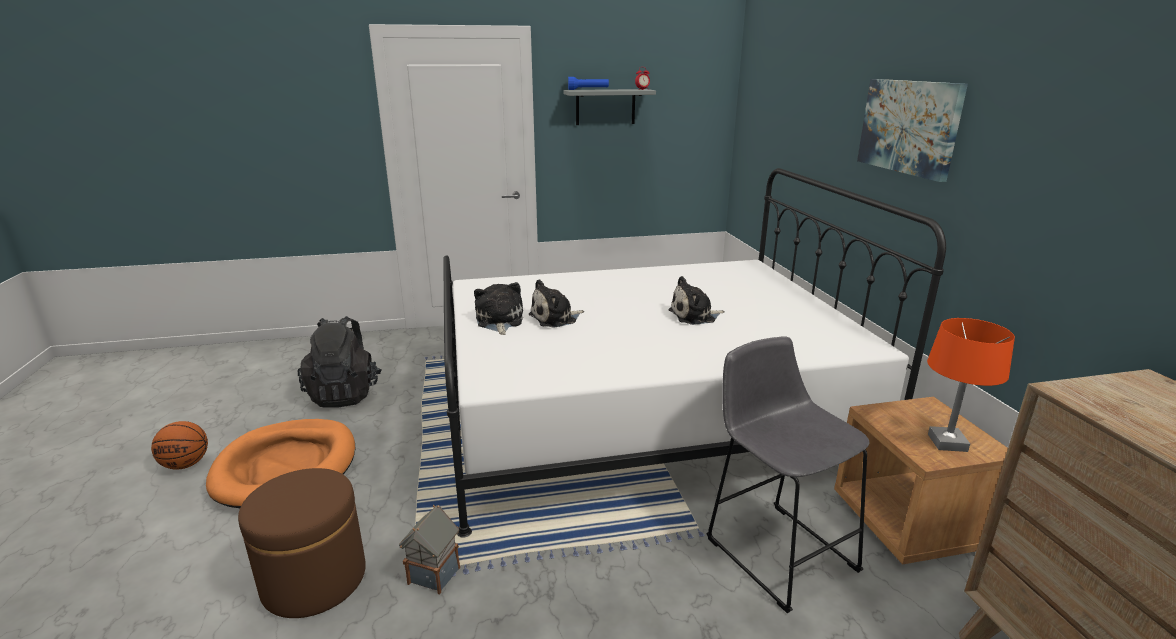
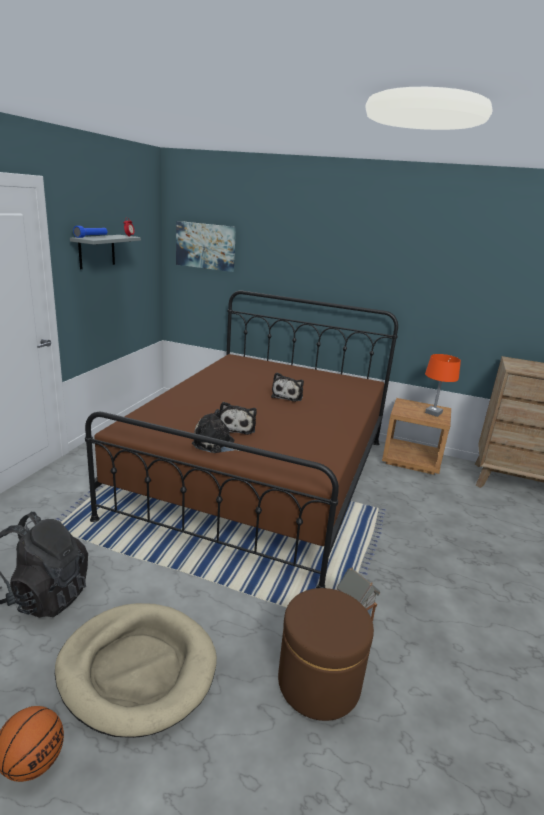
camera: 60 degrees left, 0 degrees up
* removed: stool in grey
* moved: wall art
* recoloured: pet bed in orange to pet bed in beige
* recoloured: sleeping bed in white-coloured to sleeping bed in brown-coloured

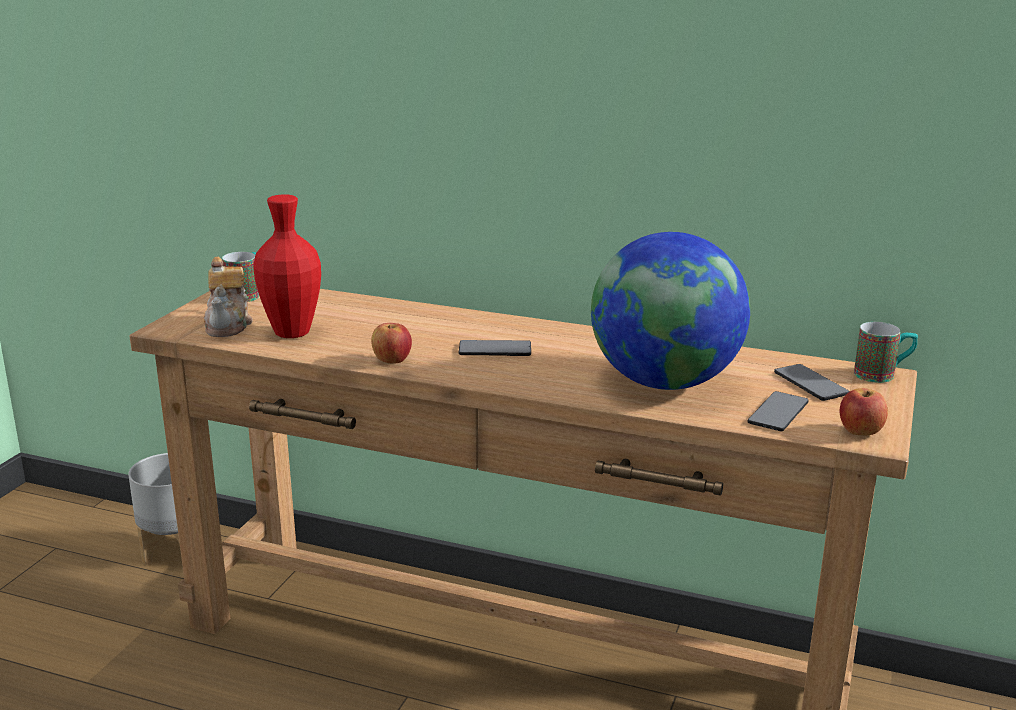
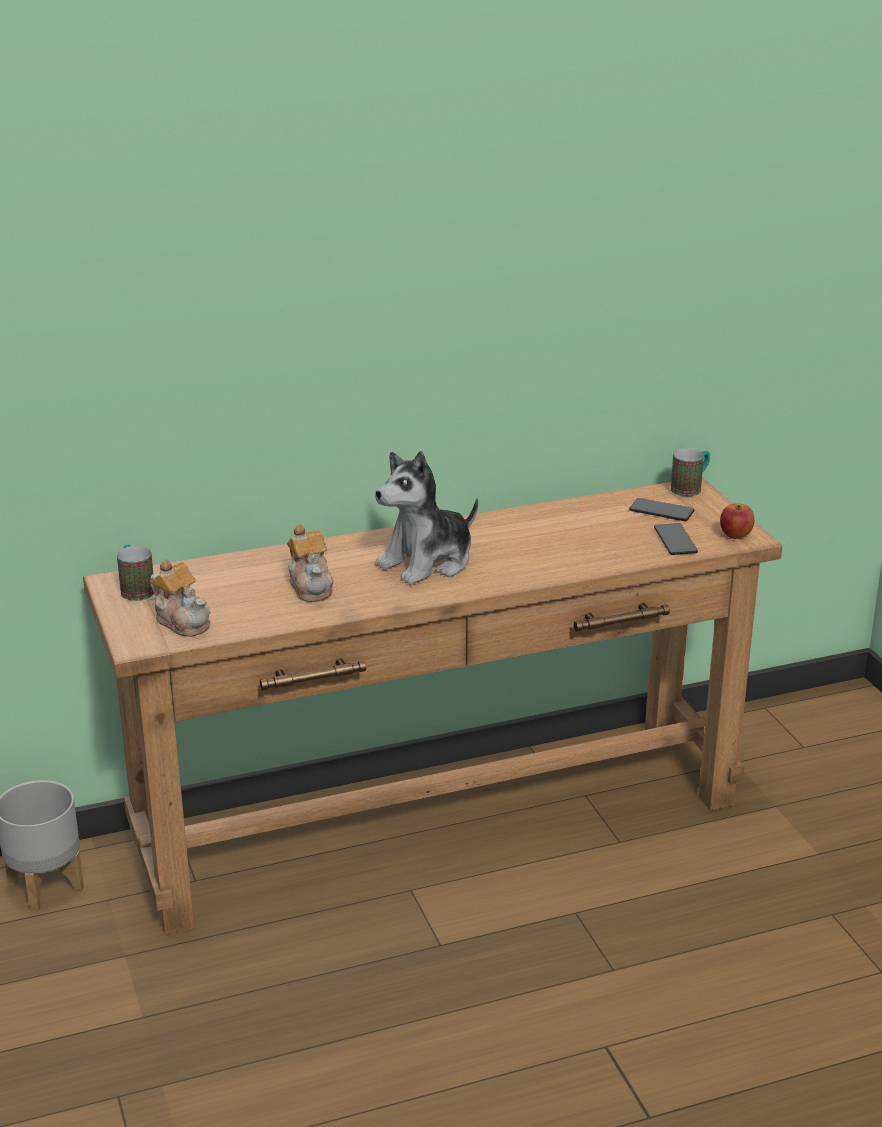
camera: 40 degrees left, 5 degrees up
* removed: decorative vase in reddish
* removed: whole apple (1st from left)
* removed: desk globe
* added: pot for tea (2nd from left)
* replaced: handset (1st from left) to soft toy

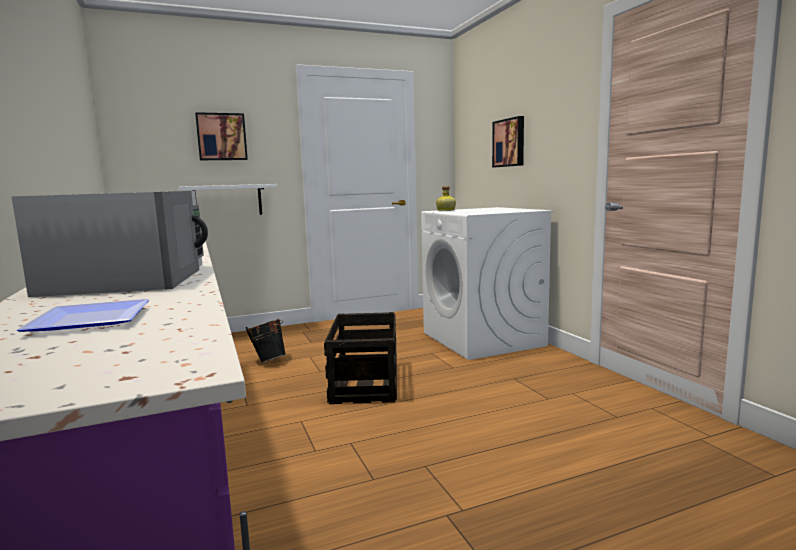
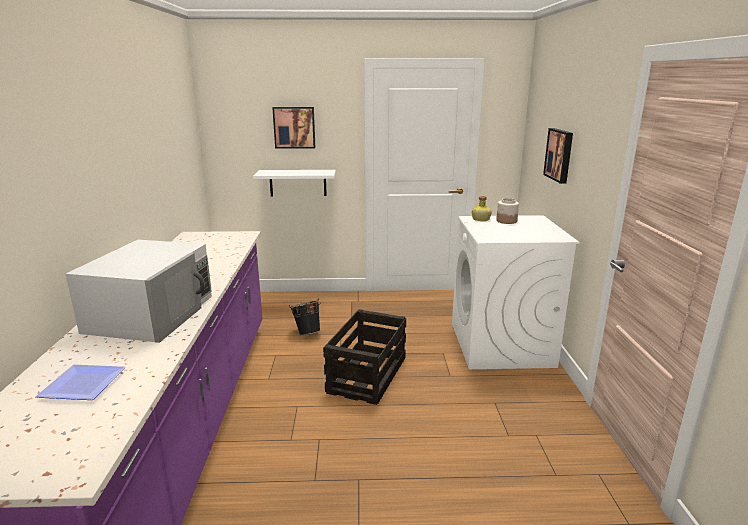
camera: 20 degrees right, 10 degrees up
* added: jar

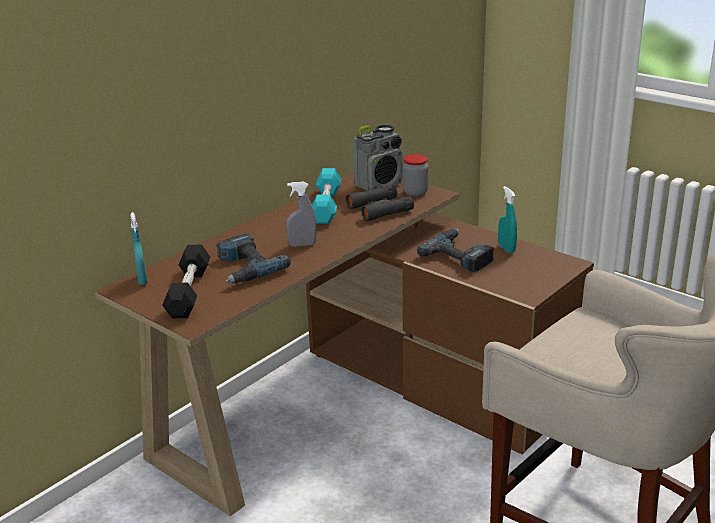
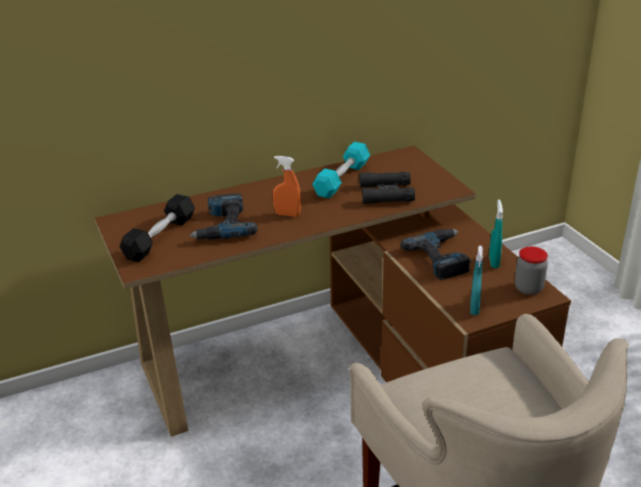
camera: 25 degrees right, 5 degrees up
* removed: radio set
* moved: spray bottle in turquoise-coloured (1st from left)
* moved: jar
* recoloured: spray bottle in grey to spray bottle in orange

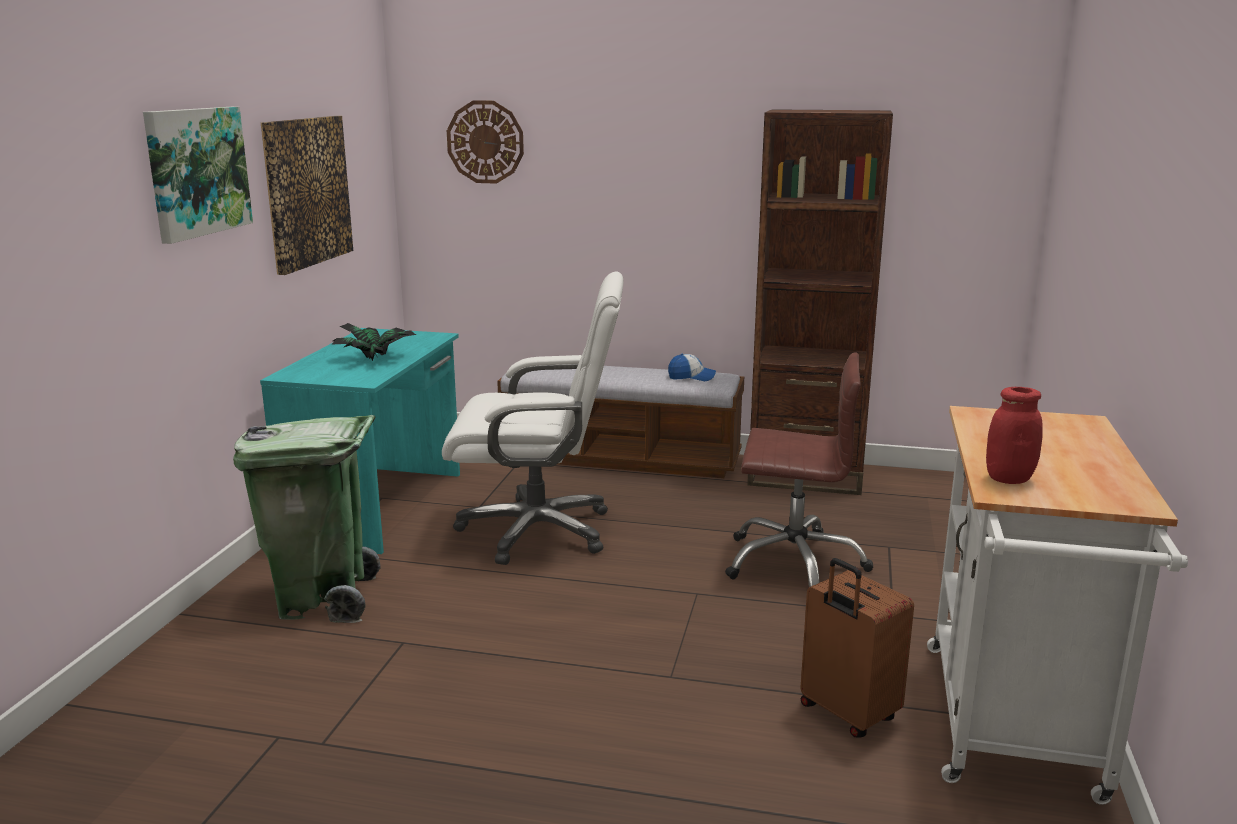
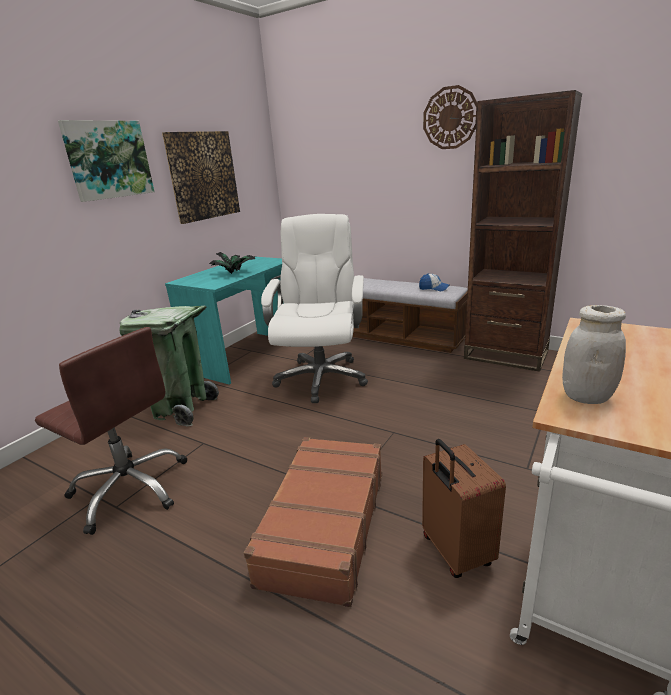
camera: 20 degrees right, 5 degrees up
* added: suitcase in brown-coloured (1st from left)
* moved: hanging clock
* moved: desk chair in brown-coloured
* recoloured: jar in reddish to jar in white-coloured
* turned: desk chair in white-coloured 105 degrees counterclockwise

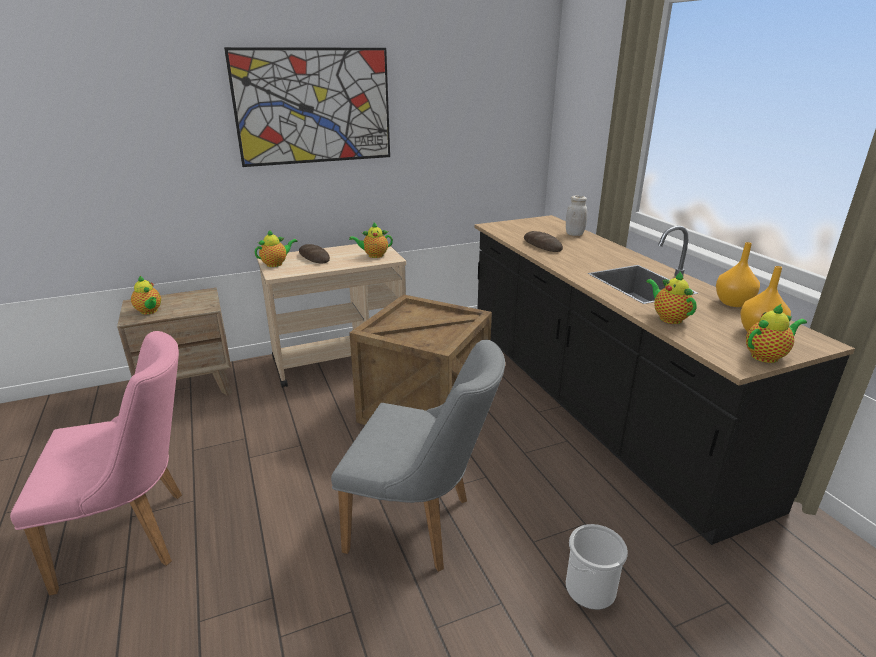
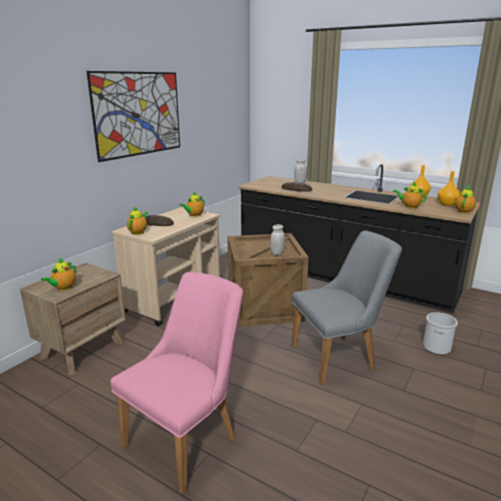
camera: 35 degrees left, 5 degrees down
* added: jar in white-coloured (1st from left)
* turned: pot for tea (1st from left) 105 degrees clockwise

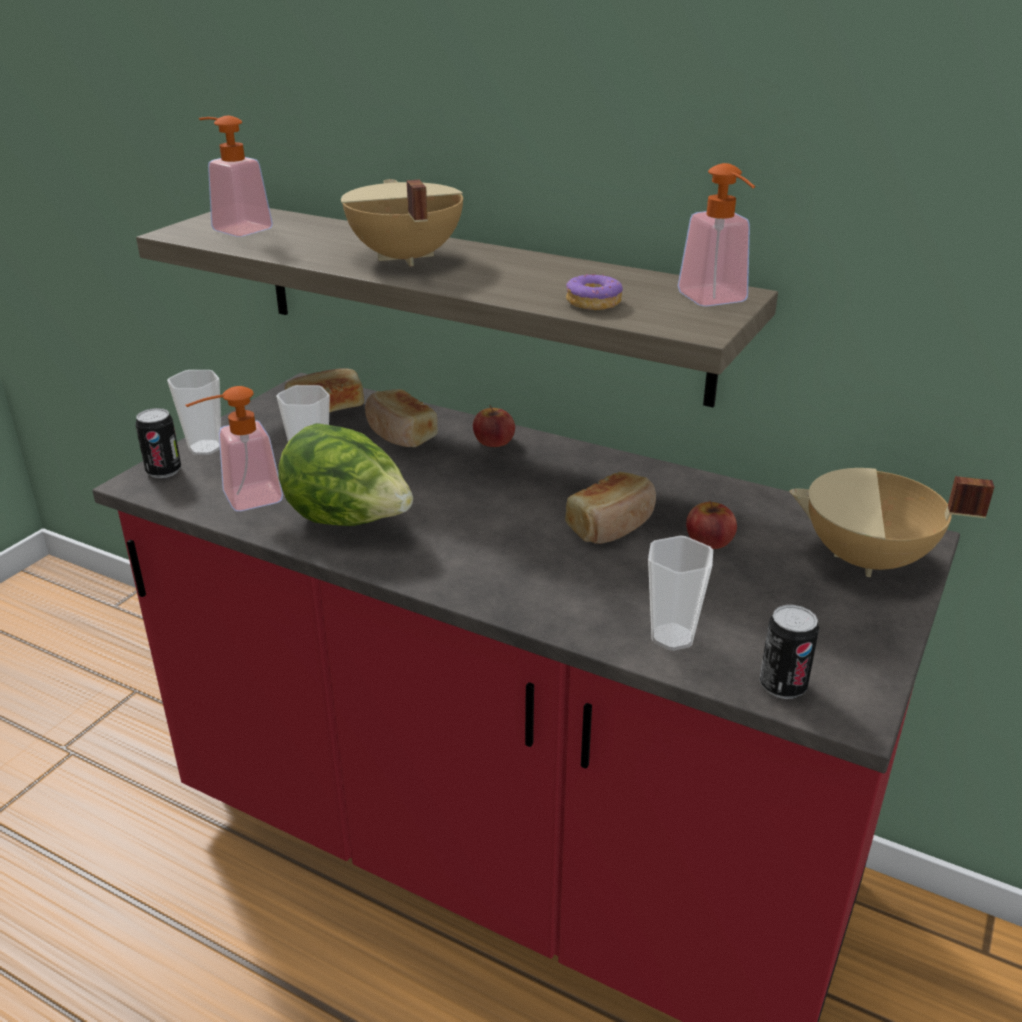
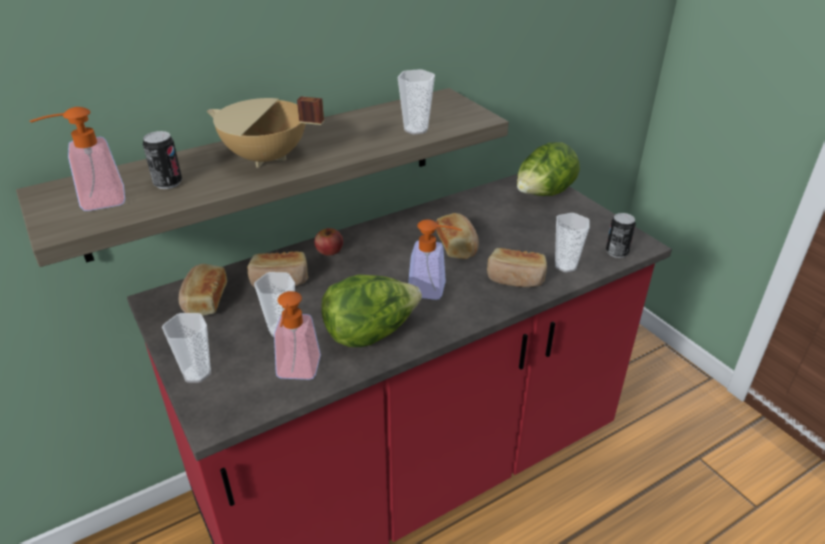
camera: 60 degrees left, 5 degrees up
* removed: whole apple (2nd from left)
* added: bakery bread (4th from left)
* moved: metal can (1st from left)
* moved: soap dispenser (3rd from left)
* replaced: doughnut to drinking cup (3rd from left)
* replaced: cooking pot in beige (2nd from left) to lettuce head (2nd from left)

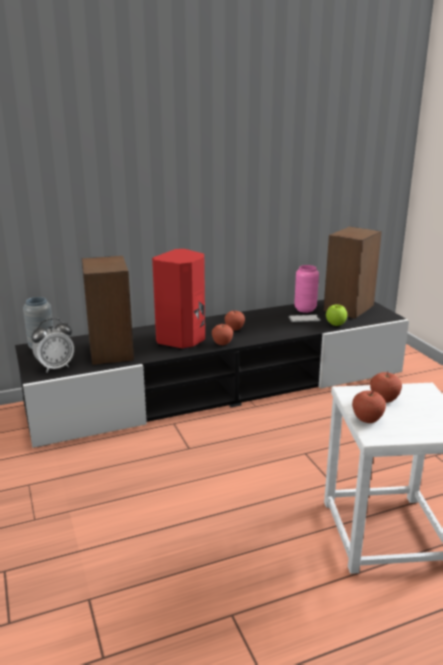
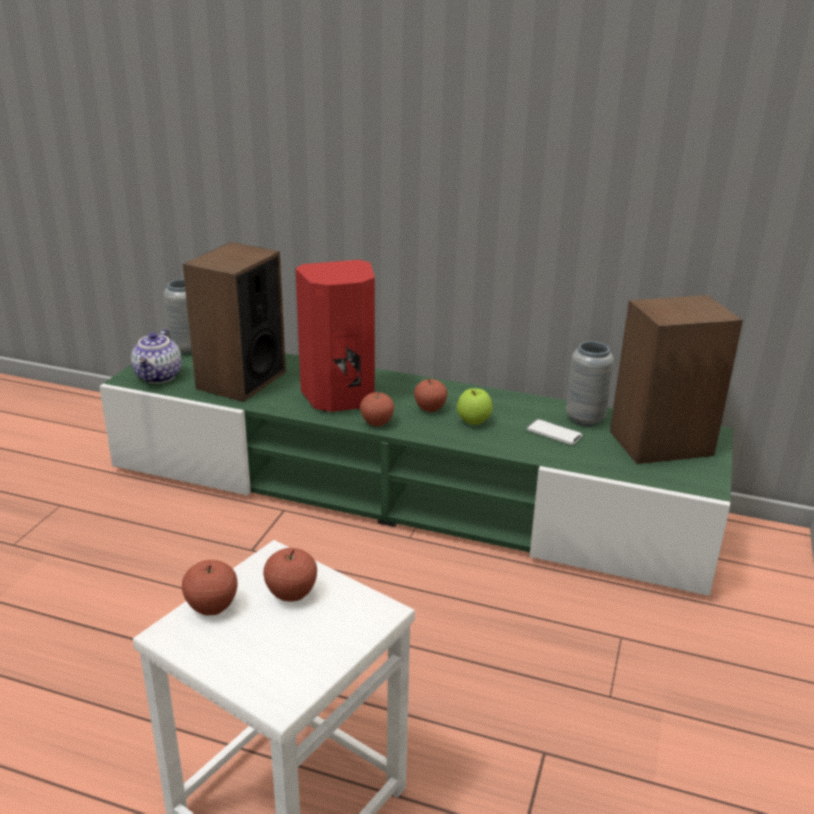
camera: 40 degrees right, 5 degrees up
* moved: whole apple (3rd from left in the first image) to whole apple (5th from left)
* replaced: bedside clock to pot for tea
* recoloured: media console in black to media console in green-coloured
* recoloured: decorative vase in pink-coloured to decorative vase in grey (2nd from left)

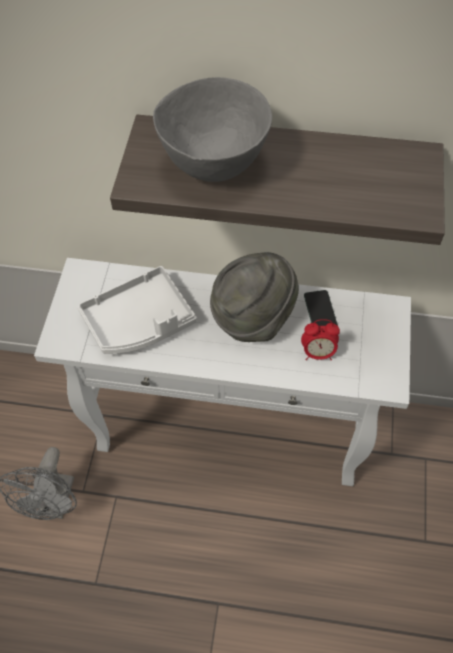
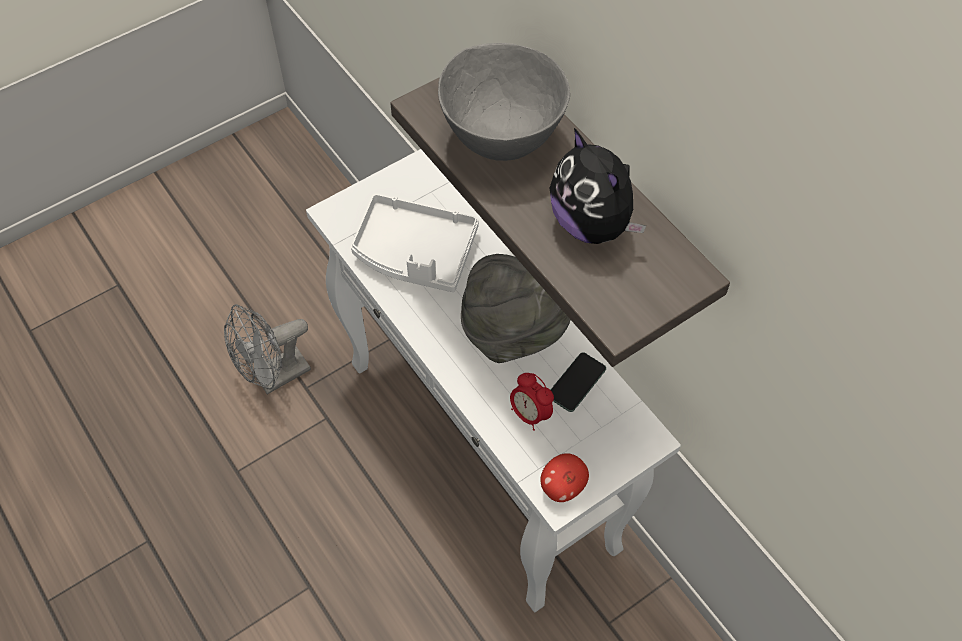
camera: 45 degrees right, 0 degrees up
* added: whole apple
* added: soft toy

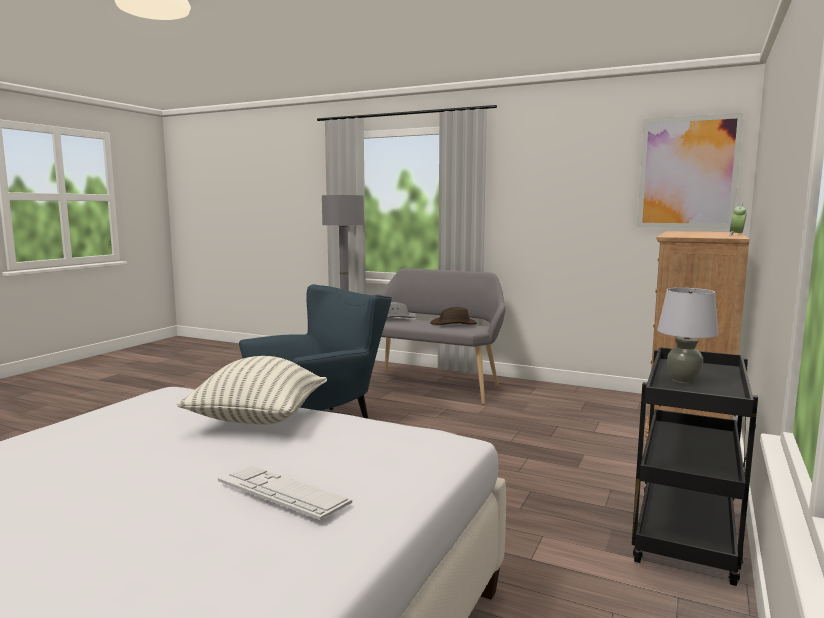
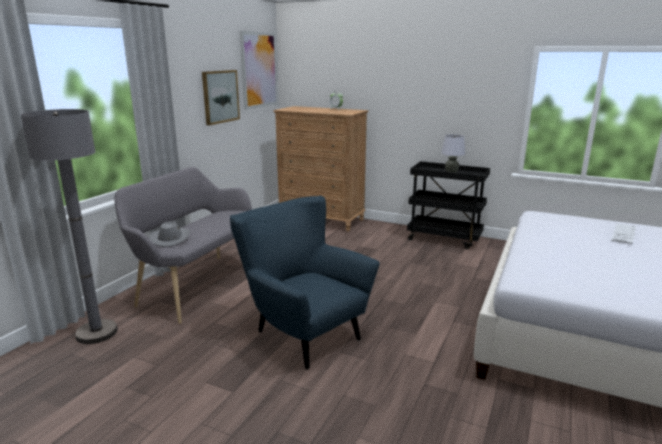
camera: 90 degrees left, 10 degrees up
* removed: pillow
* removed: clothing hat in brown-coloured
* added: wall art (1st from left)

